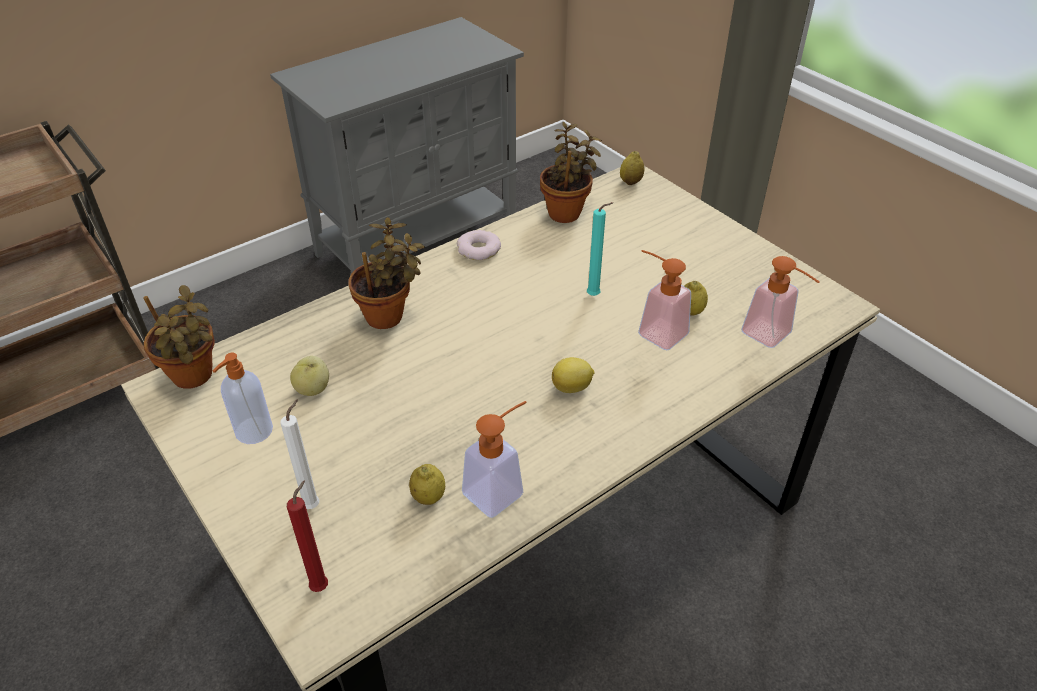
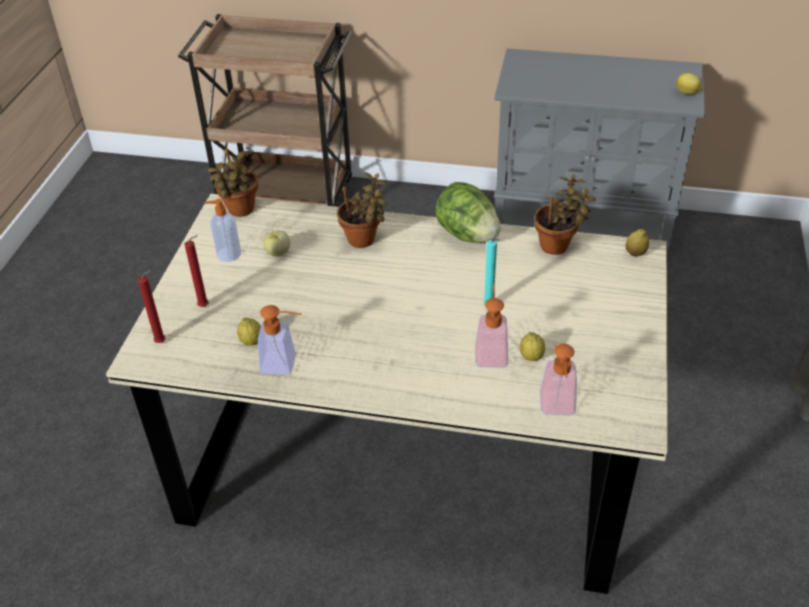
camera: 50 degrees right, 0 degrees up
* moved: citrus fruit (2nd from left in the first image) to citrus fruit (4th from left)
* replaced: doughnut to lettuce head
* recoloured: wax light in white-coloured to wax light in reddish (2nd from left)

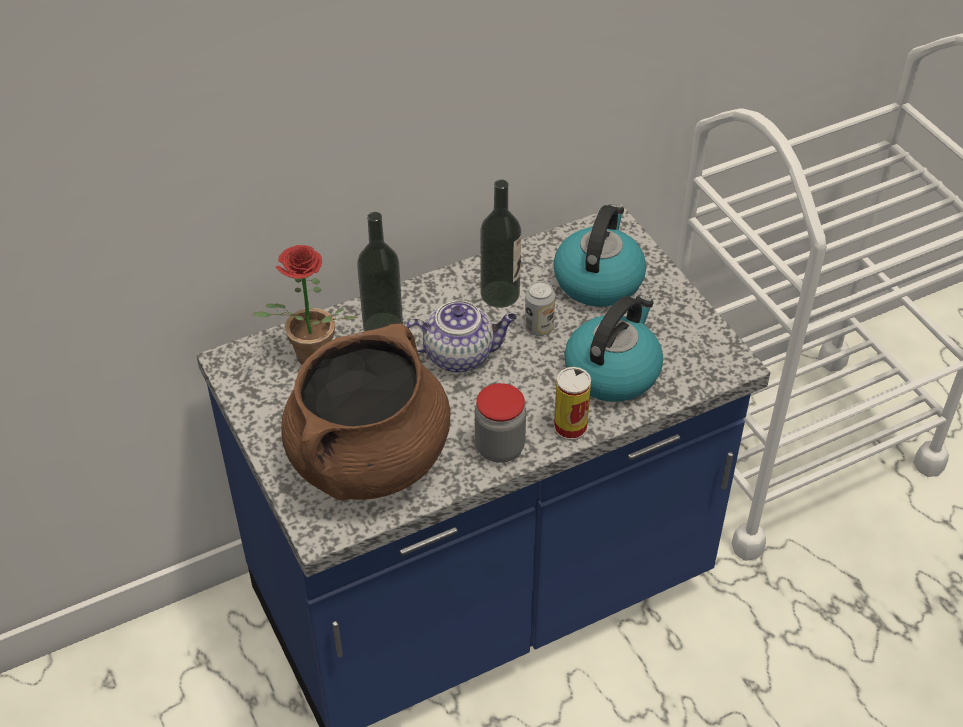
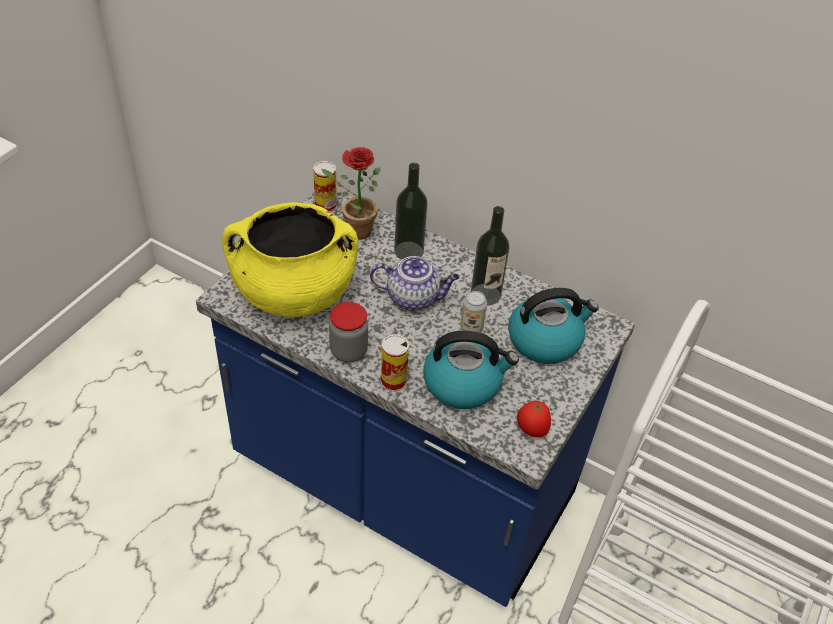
camera: 55 degrees right, 0 degrees up
* added: metal can (1st from left)
* added: fresh tomato
* recoloured: cooking pot in brown-coloured to cooking pot in yellow
* turned: pot for tea 45 degrees counterclockwise

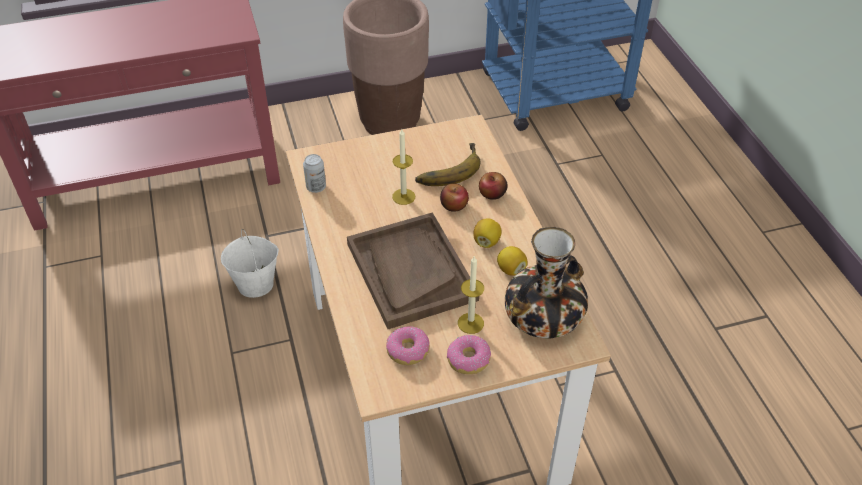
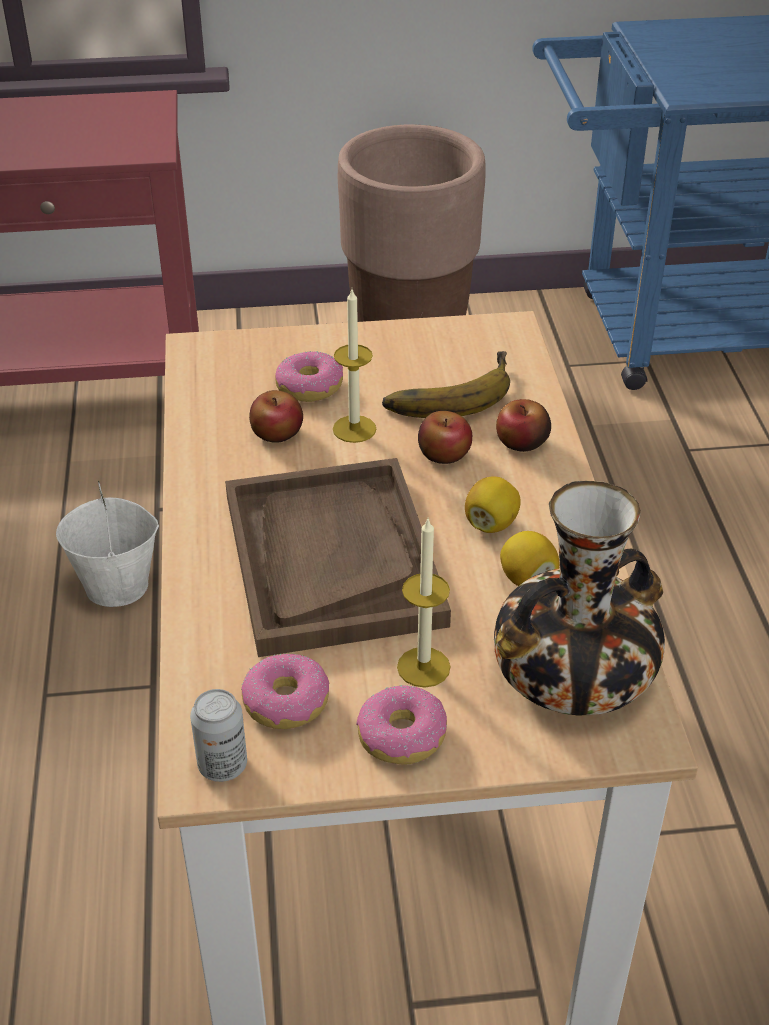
camera: 10 degrees right, 5 degrees down
* added: whole apple (1st from left)
* added: doughnut (2nd from left)
* moved: metal can

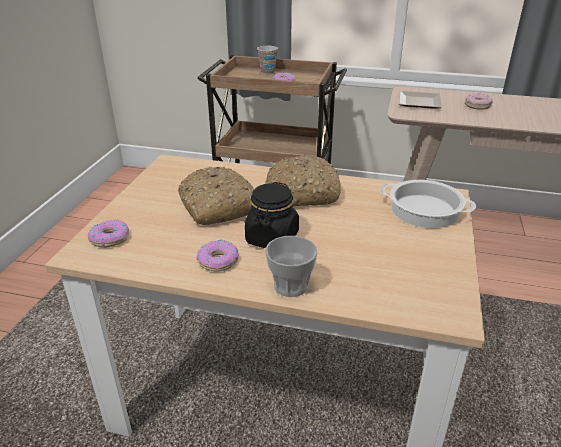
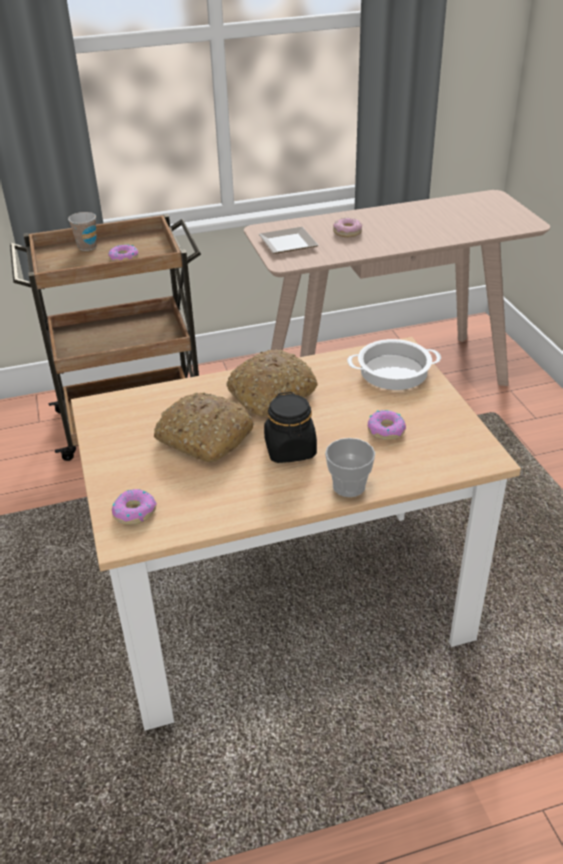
camera: 30 degrees left, 5 degrees up
* moved: doughnut (2nd from left in the first image) to doughnut (4th from left)

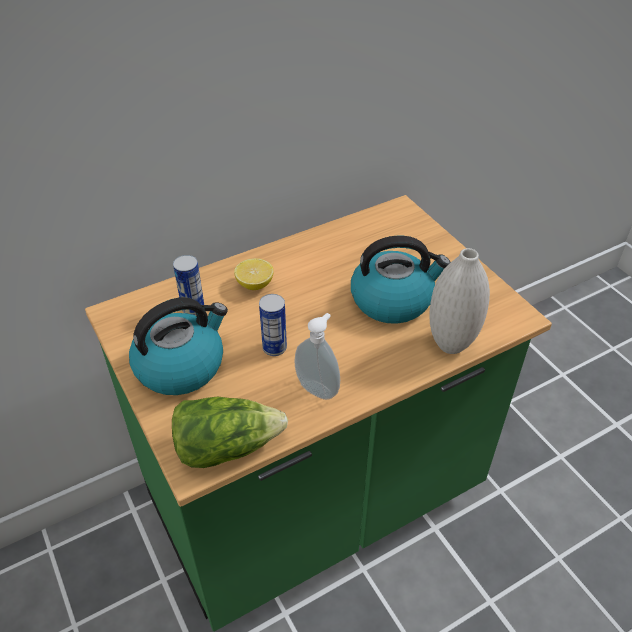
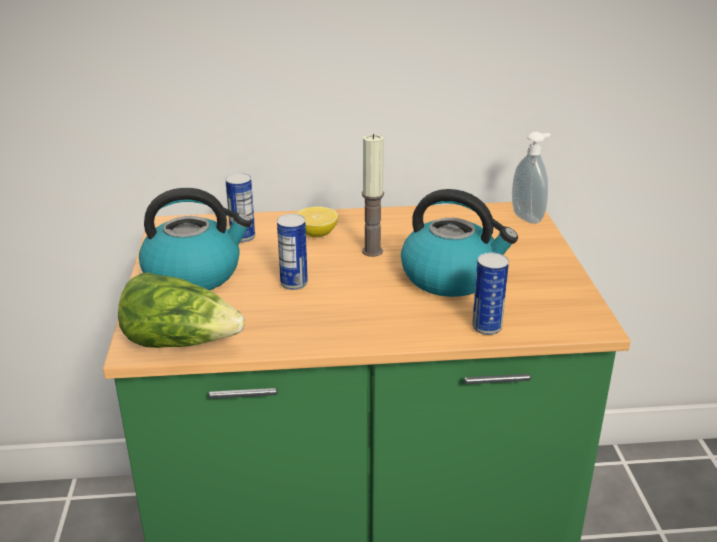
camera: 25 degrees right, 15 degrees down
* added: wax light
* moved: soap dispenser
* replaced: decorative vase in white-coloured to metal can (3rd from left)

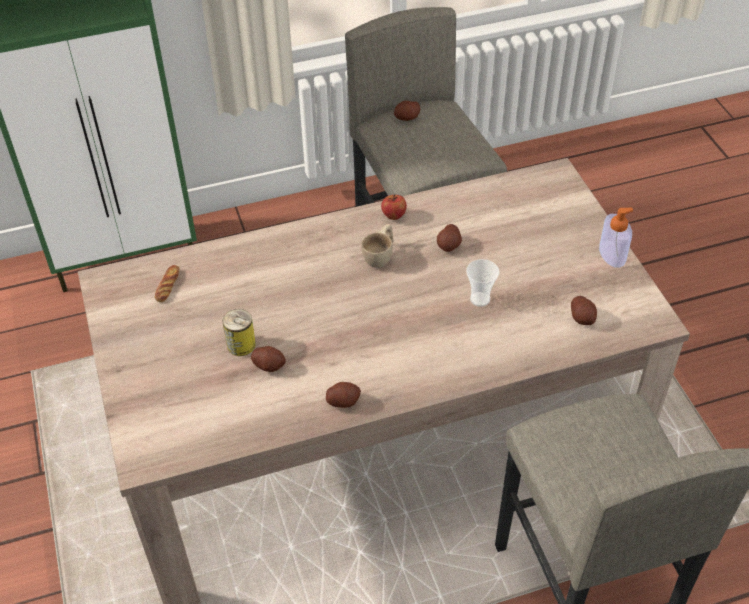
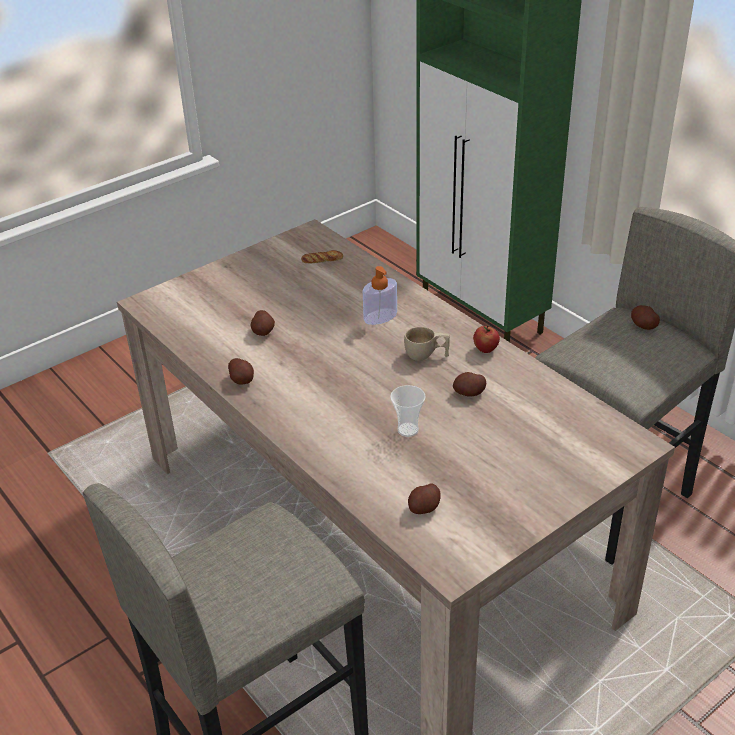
camera: 70 degrees right, 10 degrees down
* removed: metal can
* moved: soap dispenser

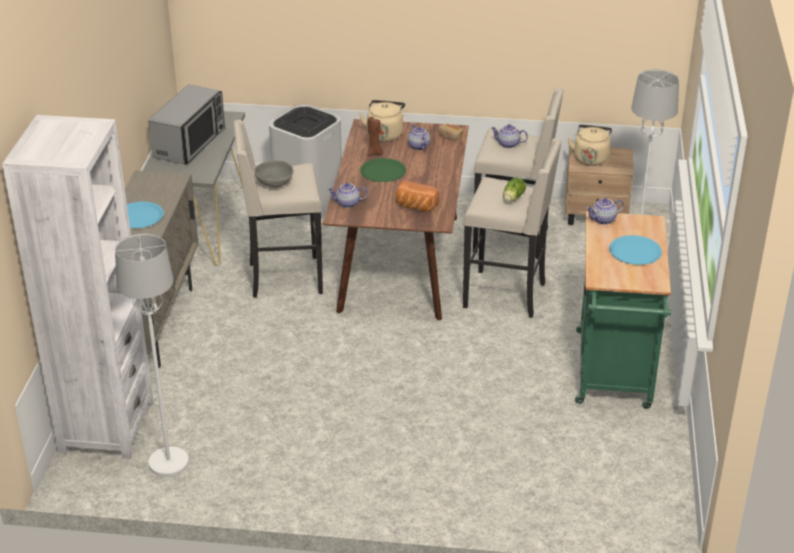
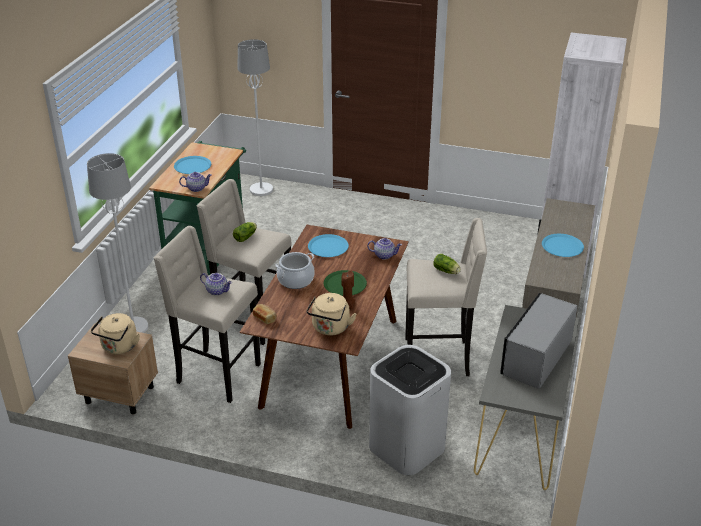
camera: 170 degrees left, 0 degrees up
* removed: pot for tea (2nd from left)
* added: cooking pot
* moved: standard lamp in white-coloured (1st from left in the first image) to standard lamp in white-coloured (2nd from left)
* replaced: serving bowl in grey to lettuce head (2nd from left)
* replaced: bakery bread (1st from left) to plate in blue (2nd from left)

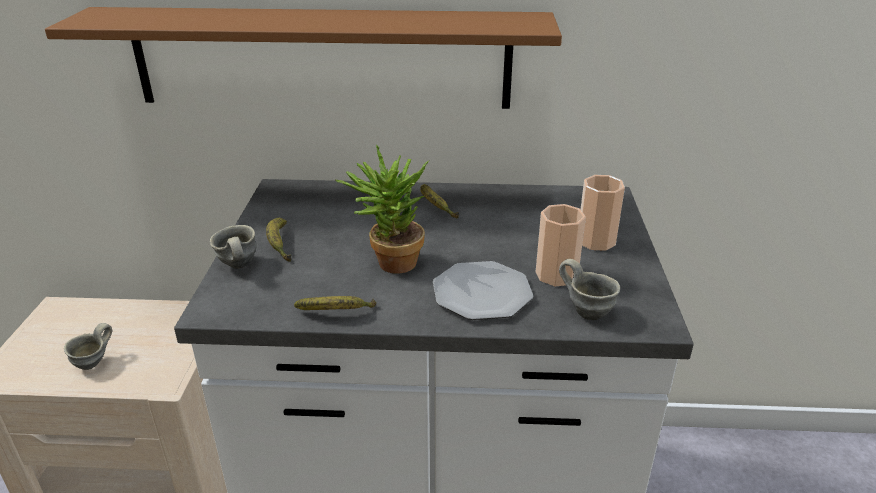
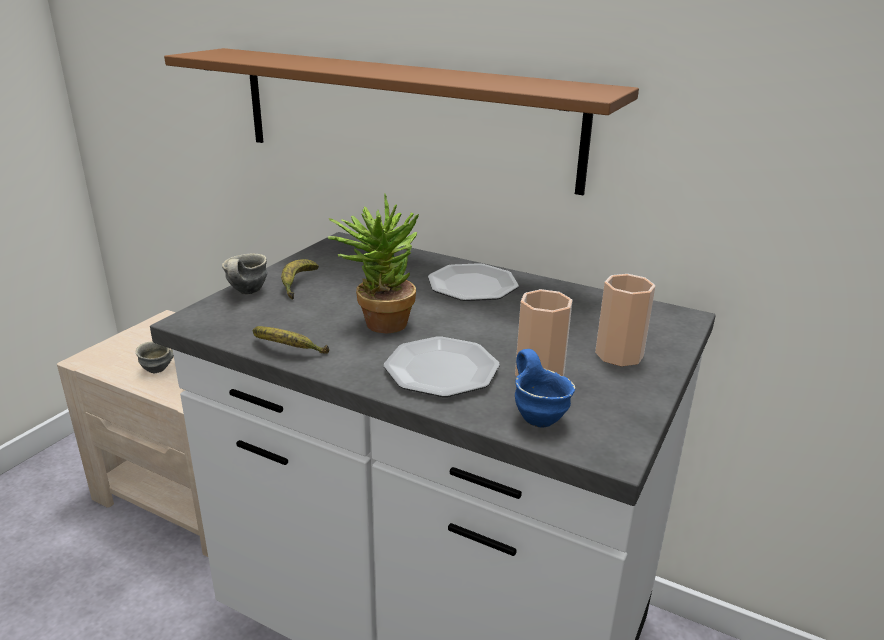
camera: 25 degrees right, 5 degrees down
* replaced: whole banana (3rd from left) to plate (2nd from left)
* recoloured: mug in grey (3rd from left) to mug in blue

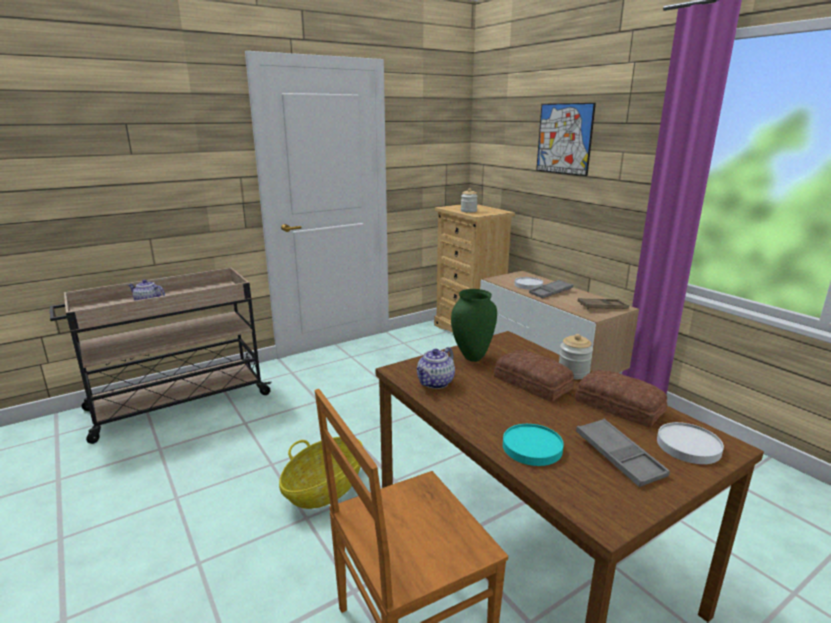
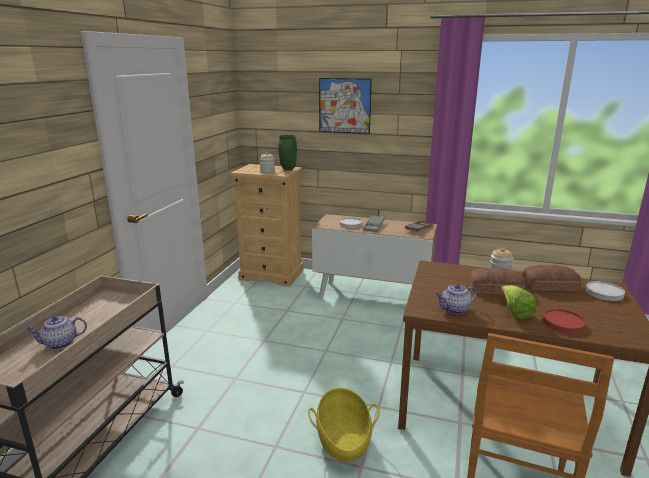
camera: 40 degrees left, 0 degrees up
* removed: serving tray in grey (2nd from left)
* added: lettuce head
* moved: decorative vase in green-coloured
* recoloured: plate in turquoise-coloured to plate in reddish
* turned: pot for tea (2nd from left) 75 degrees clockwise

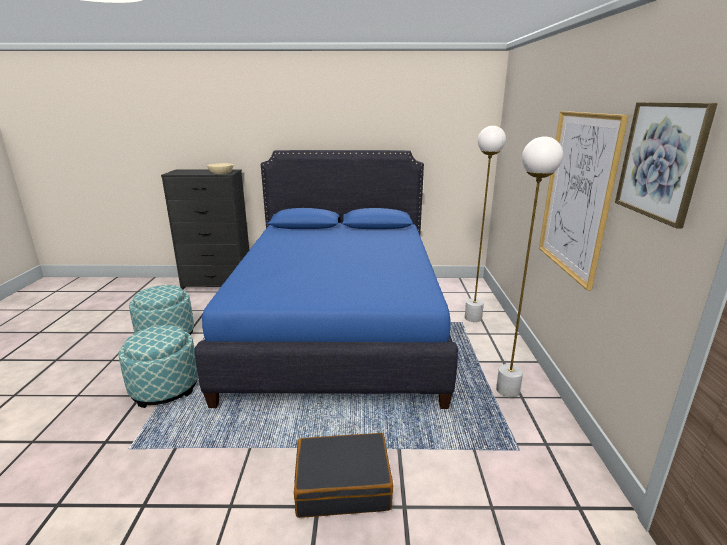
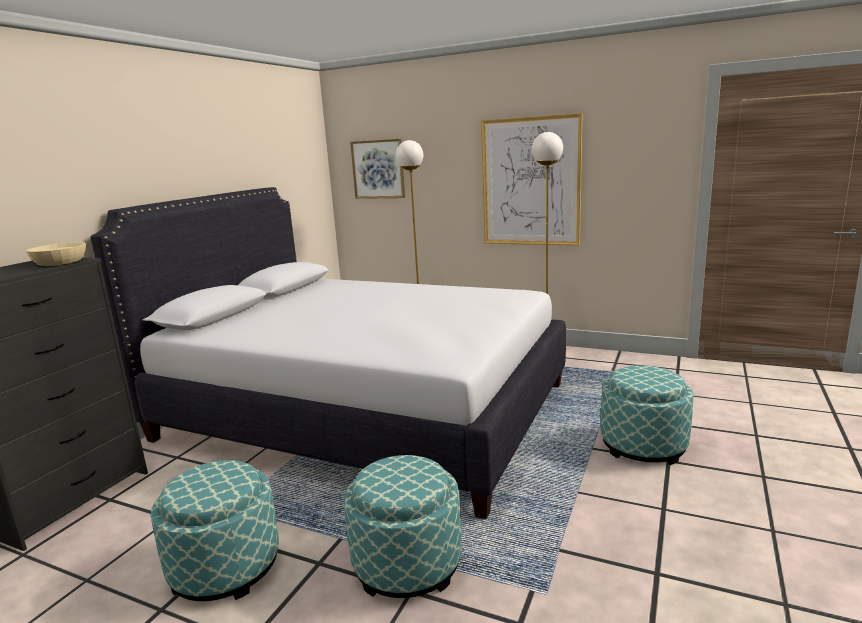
camera: 65 degrees left, 5 degrees down
* moved: wall art (2nd from left in the first image) to wall art (1st from left)
* replaced: suitcase in black to ottoman (3rd from left)
* recoloured: sleeping bed in blue to sleeping bed in white-coloured

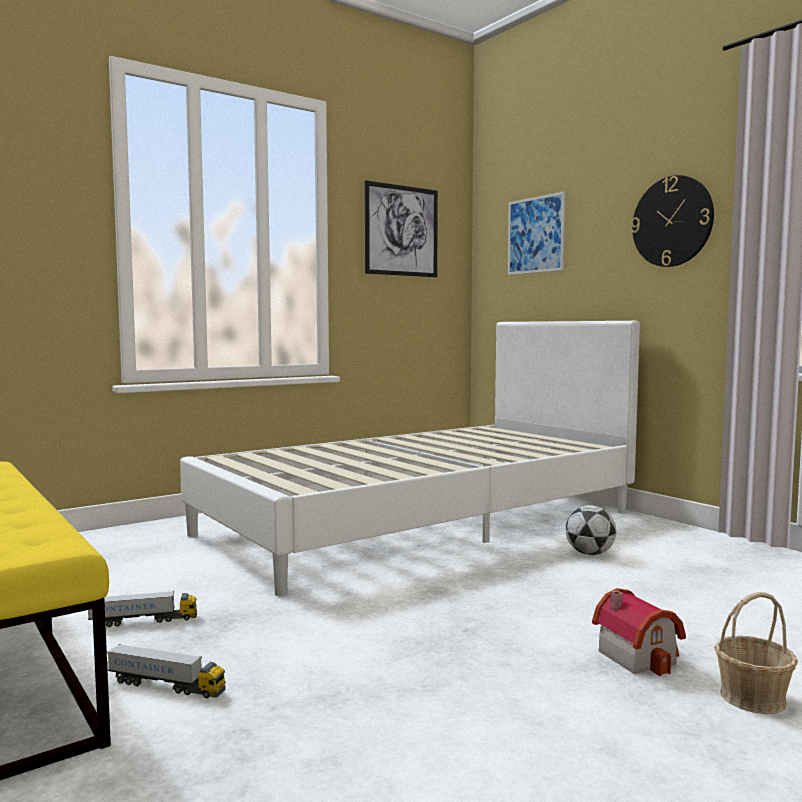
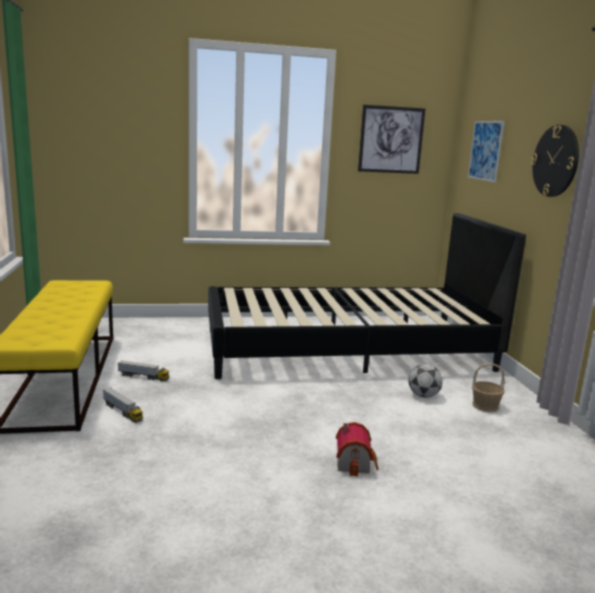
camera: 25 degrees right, 10 degrees up
* moved: basket
* recoloured: sleeping bed in white-coloured to sleeping bed in black

